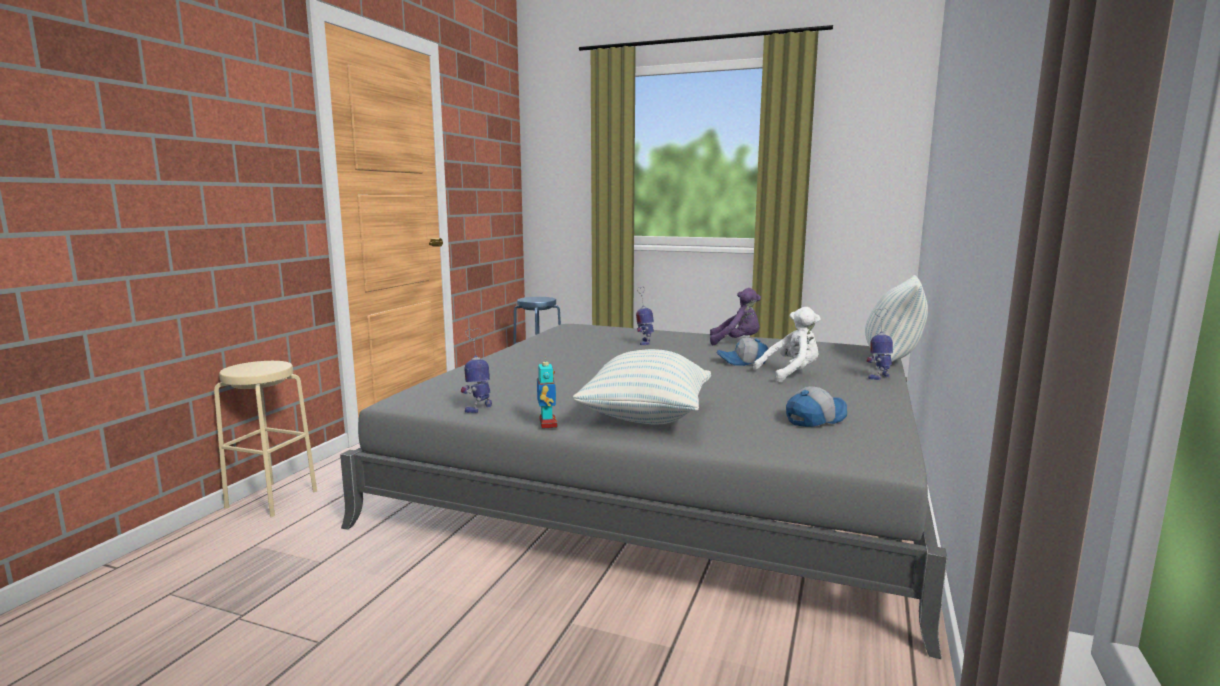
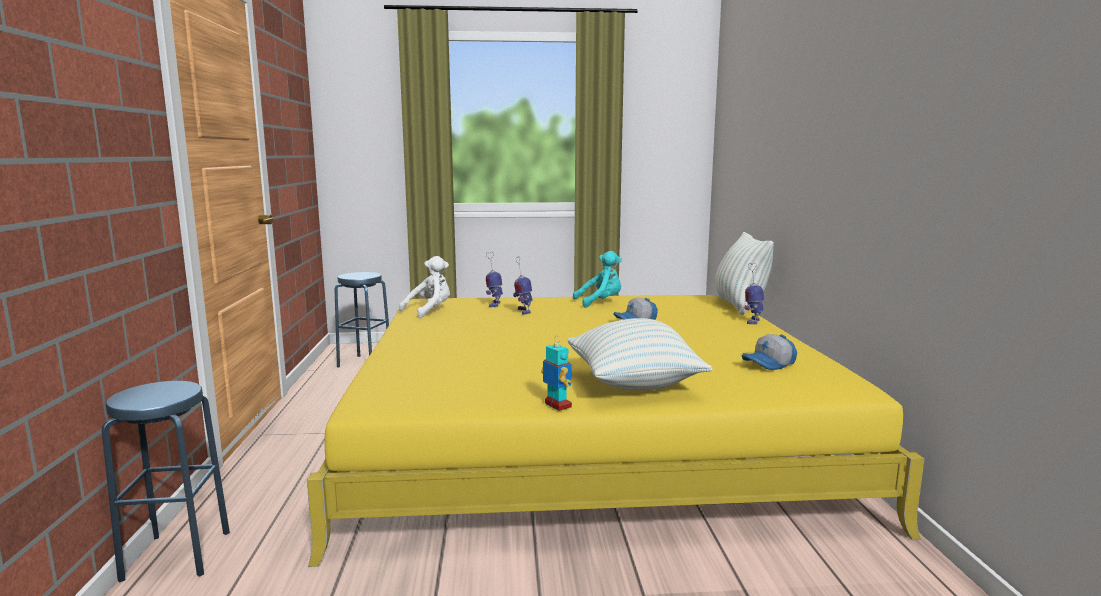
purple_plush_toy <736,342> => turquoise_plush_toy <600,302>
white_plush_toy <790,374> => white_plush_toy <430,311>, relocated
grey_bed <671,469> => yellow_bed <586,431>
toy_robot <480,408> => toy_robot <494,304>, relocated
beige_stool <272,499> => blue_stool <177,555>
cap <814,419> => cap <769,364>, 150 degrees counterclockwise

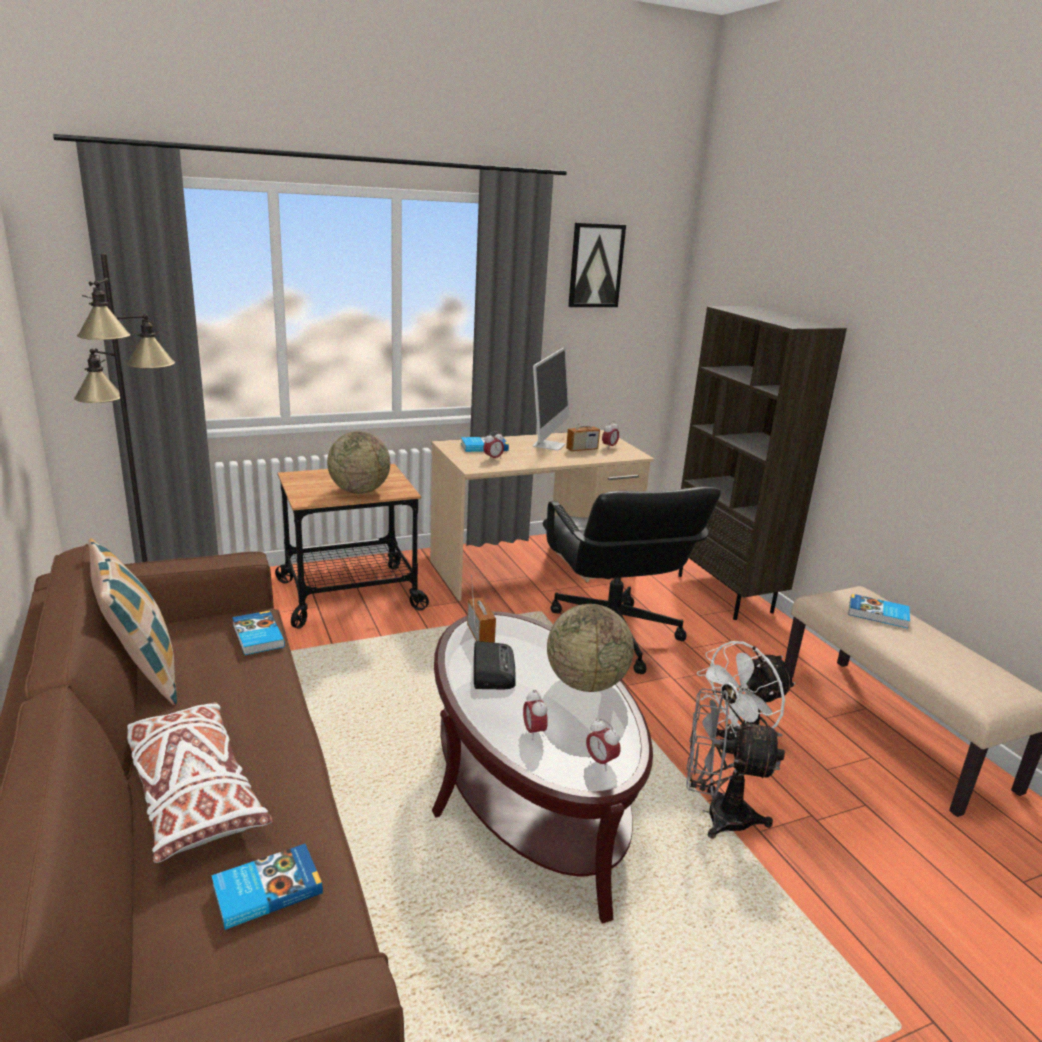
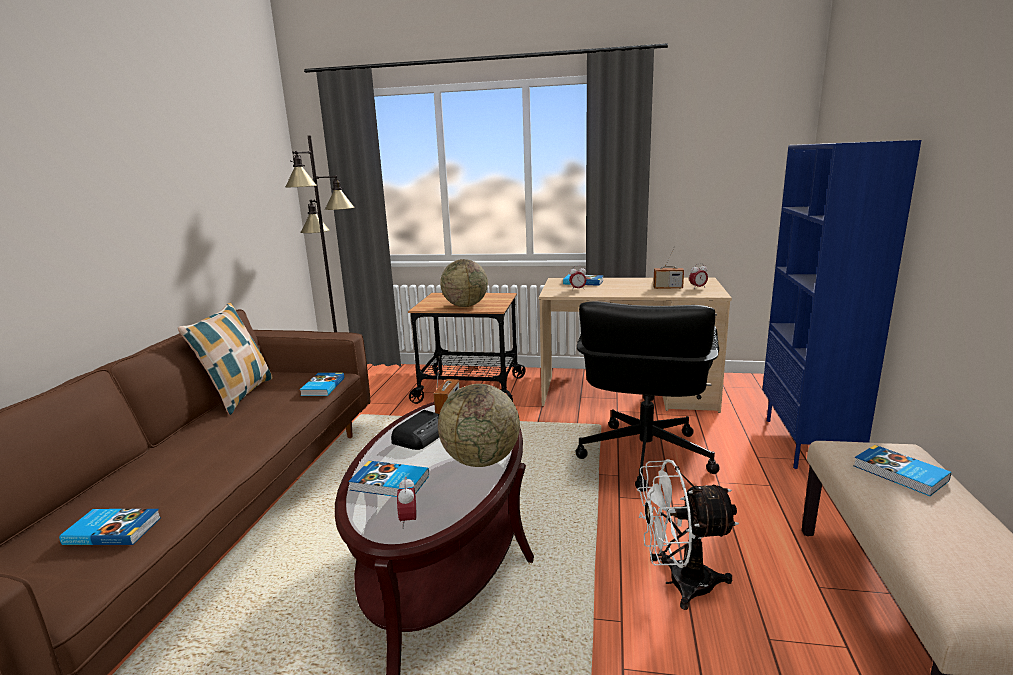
picture <595,265> => nothing
brown_bookcase <726,593> => blue_bookcase <807,444>
monitor <548,445> => nothing
grey_fan <716,815> => nothing
alarm_clock <534,732> => book <390,483>
white_pillow <193,792> => nothing

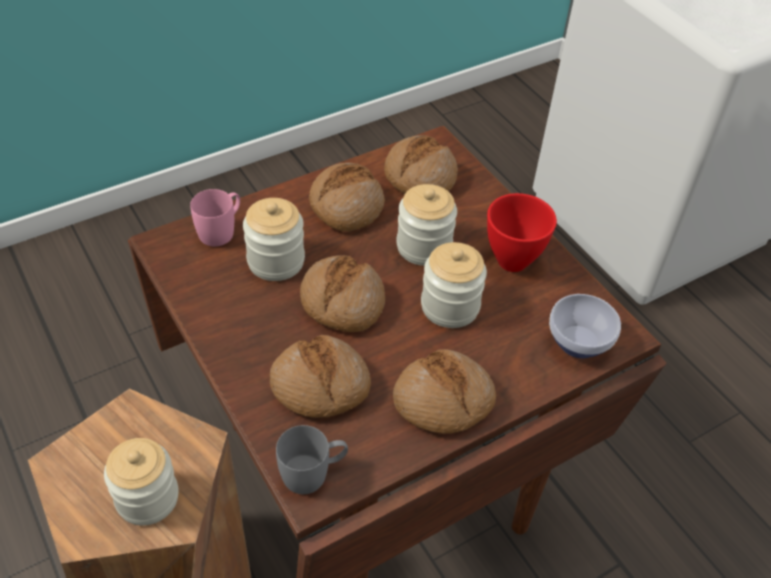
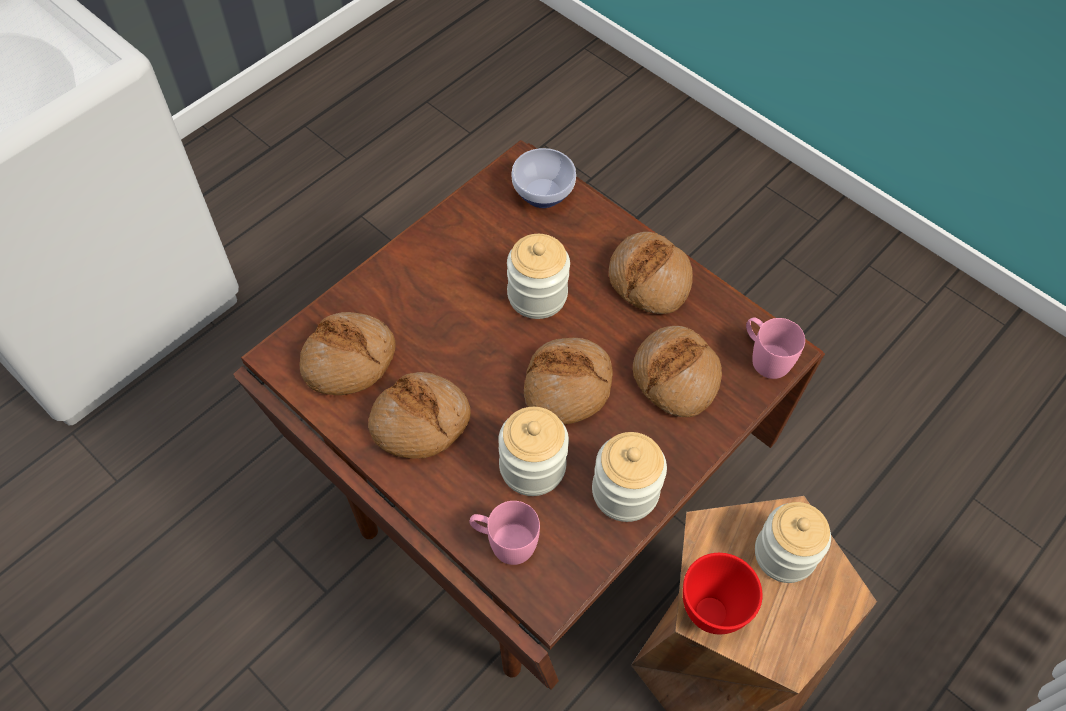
jar <424,246> => jar <625,492>, relocated
red_bowl <514,262> => red_bowl <711,611>, relocated
grey_mug <313,472> => pink_mug <764,356>

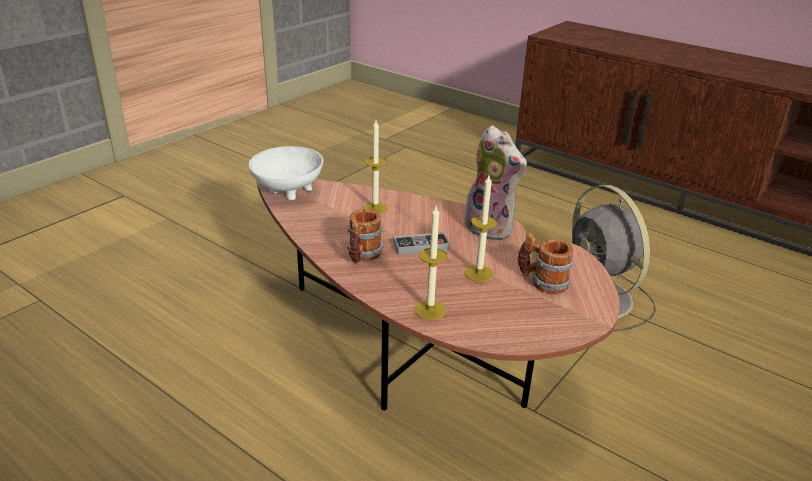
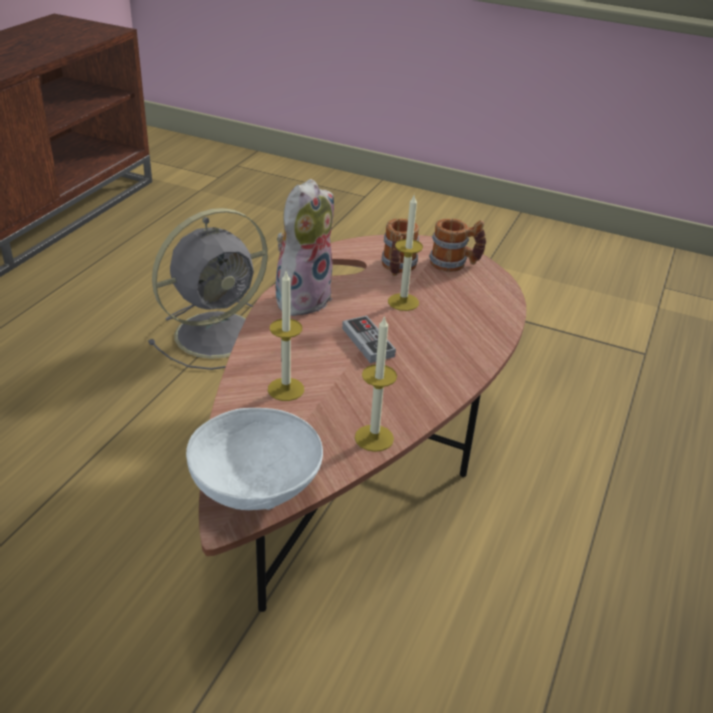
candle <430,310> => candle <374,438>, relocated
mug <362,256> => mug <455,264>, relocated

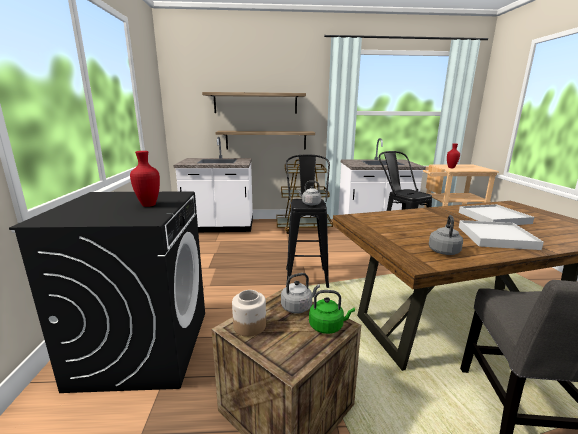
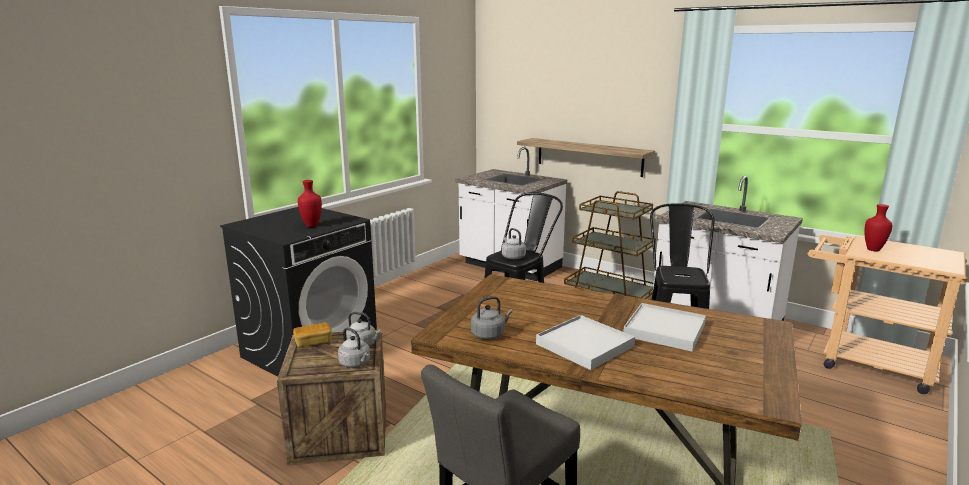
shelf <255,103> => nothing
jar <249,326> => bread <313,342>
green_kettle <328,326> => grey_kettle <356,364>

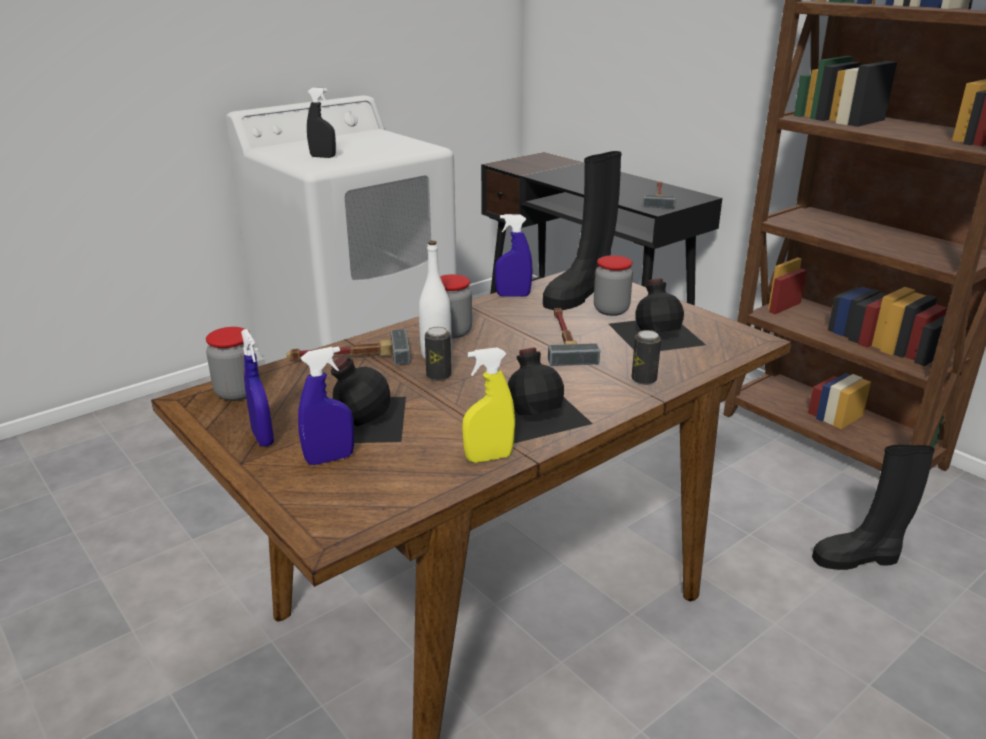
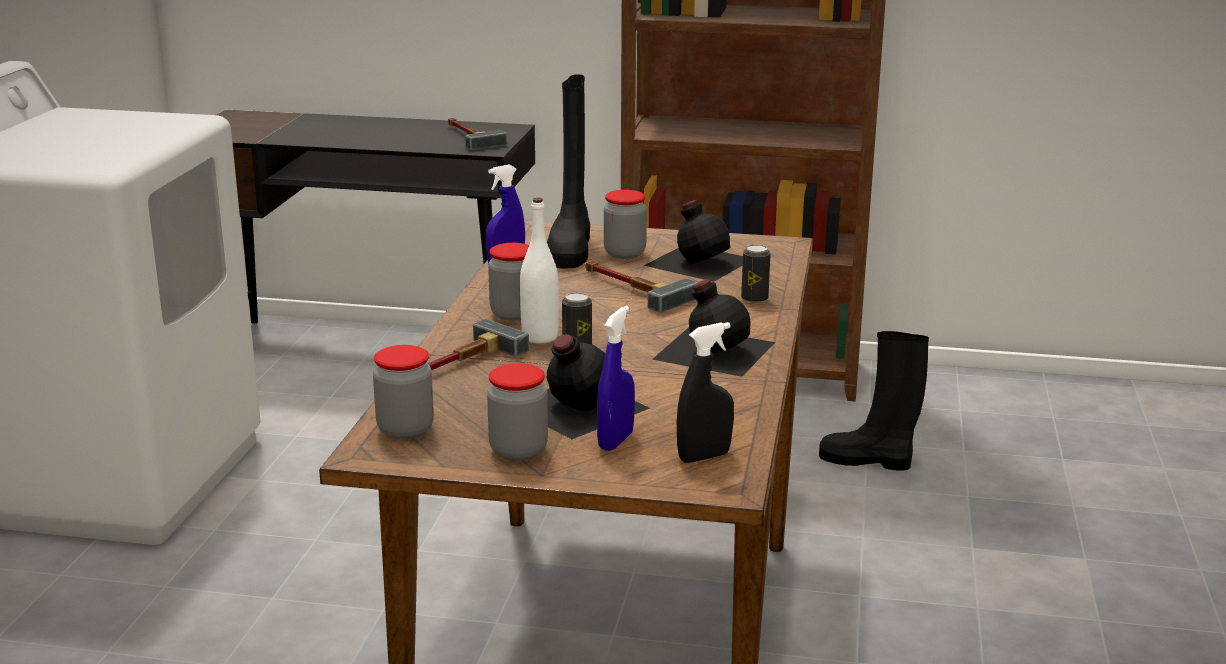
black_spray_bottle <323,157> => black_spray_bottle <704,457>, relocated
blue_spray_bottle <263,438> => jar <518,451>
yellow_spray_bottle <488,458> => nothing
black_boot <858,558> => black_boot <868,460>, 60 degrees clockwise

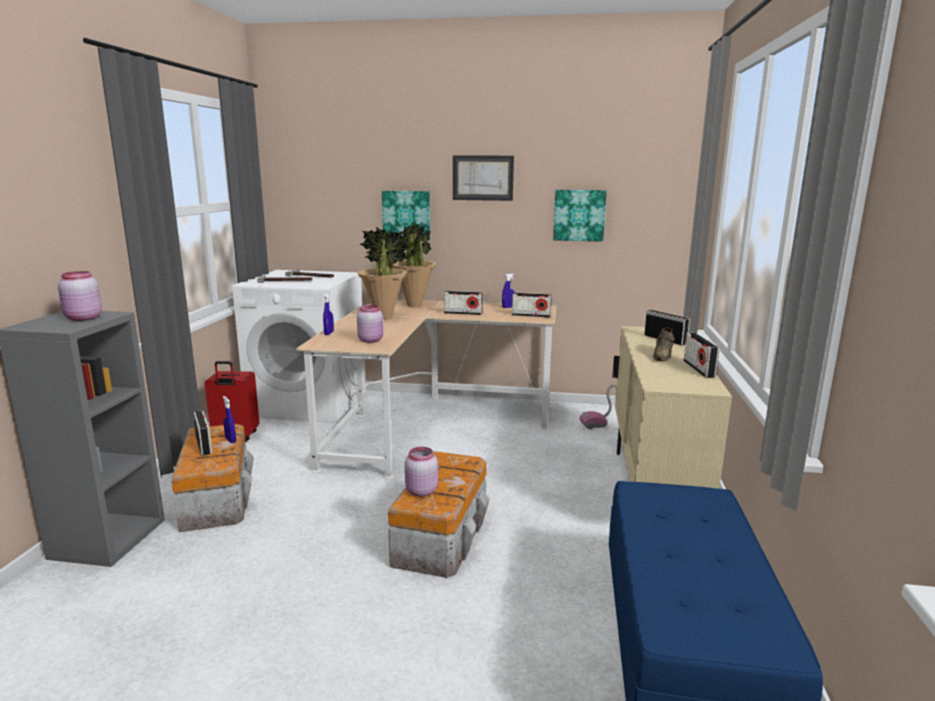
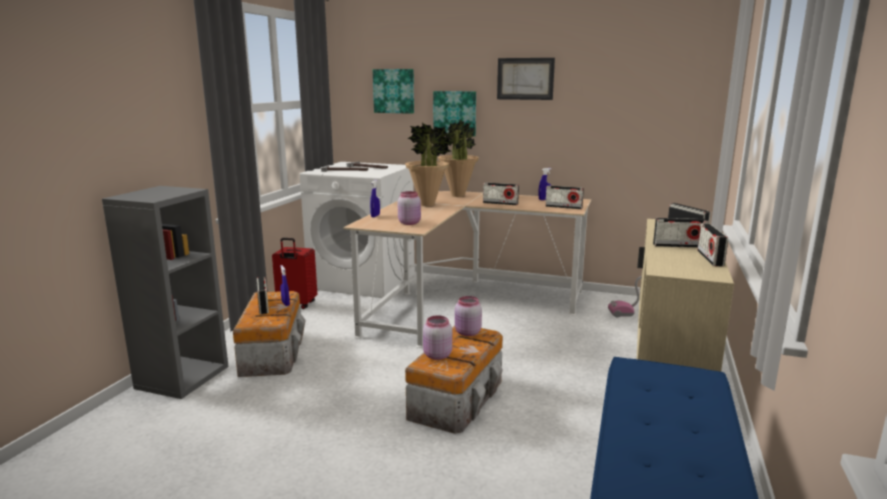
picture <579,215> => picture <394,91>, relocated
pink_jar <82,318> => pink_jar <467,333>, relocated
brown_shoe <663,356> => radio <678,246>

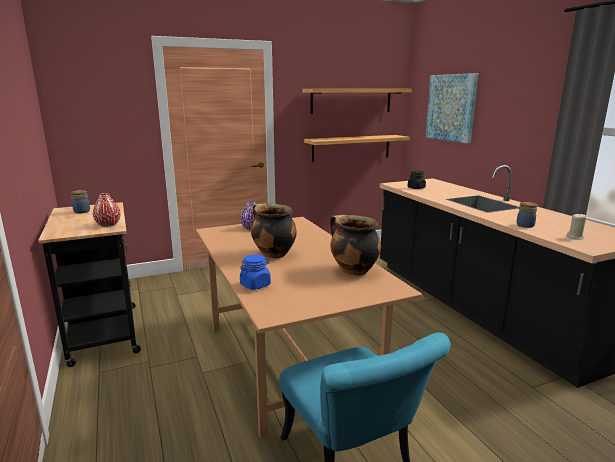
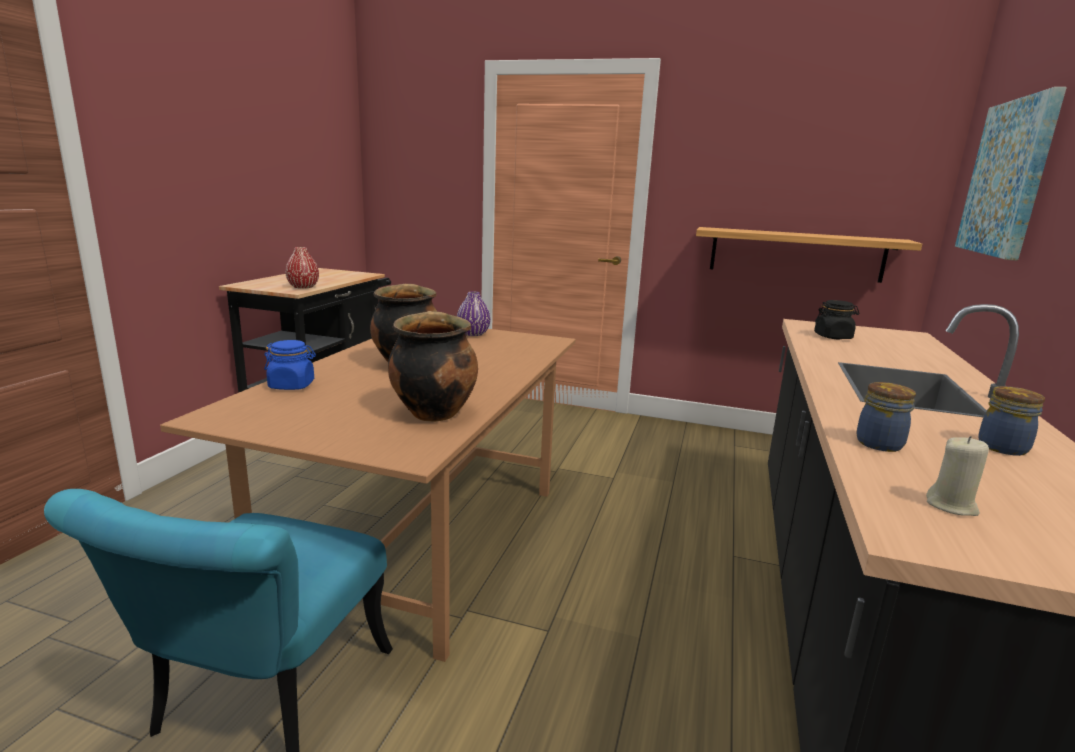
shelf <351,101> => nothing
jar <82,211> => jar <1002,447>, relocated

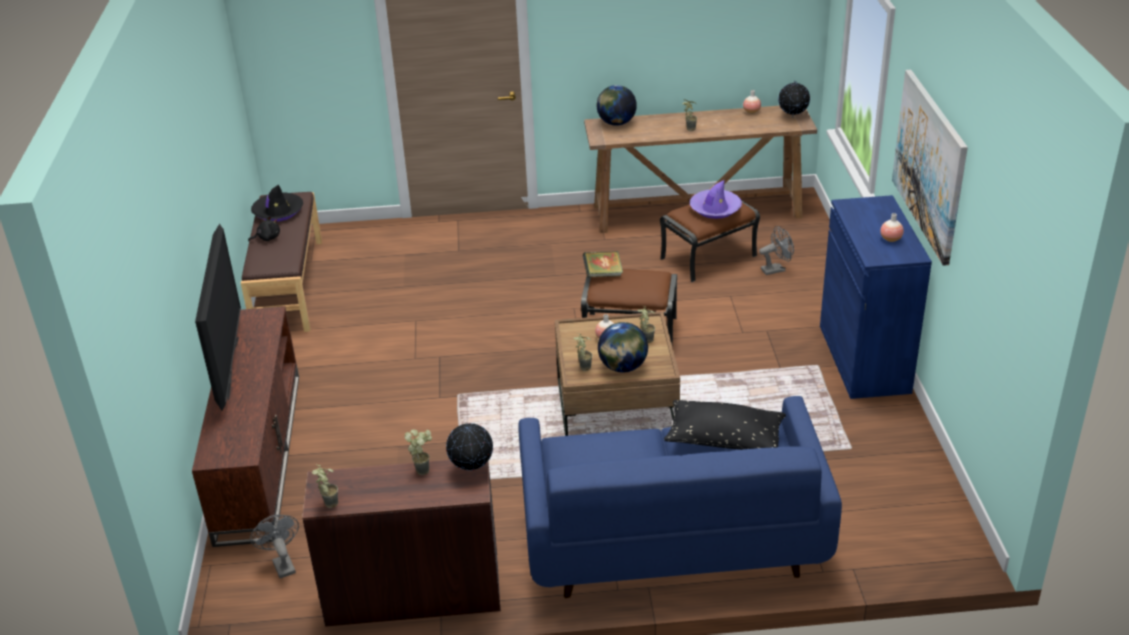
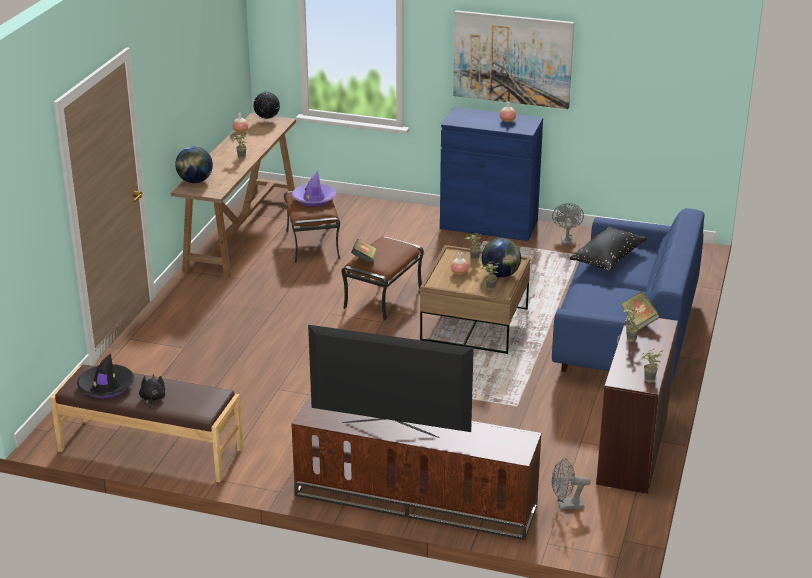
grey_fan <776,269> => grey_fan <566,239>, relocated
globe <472,469> => book <639,321>

